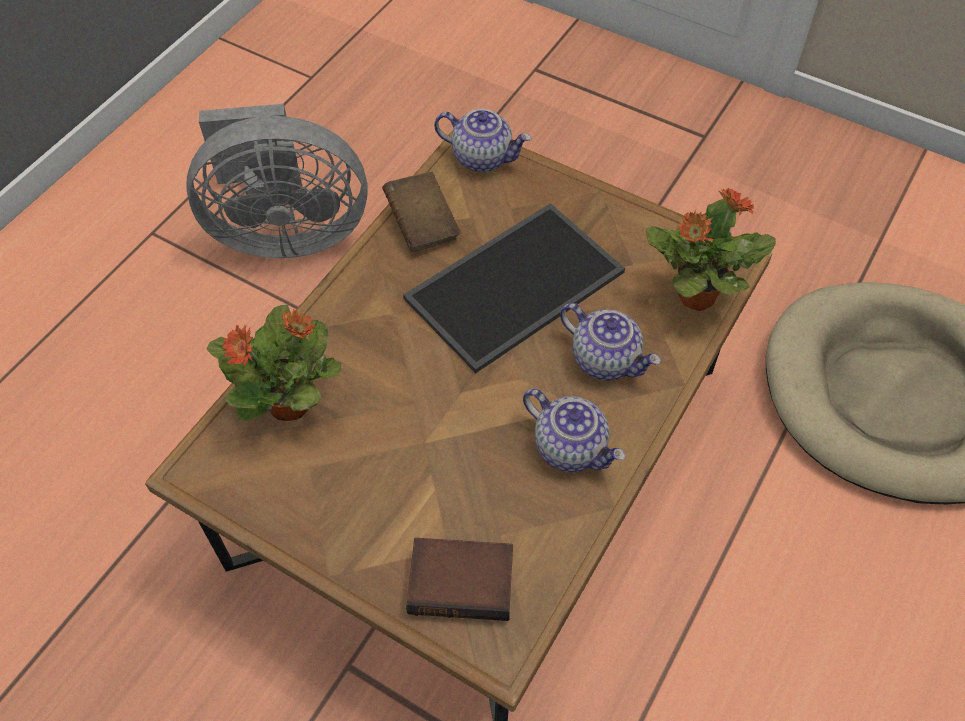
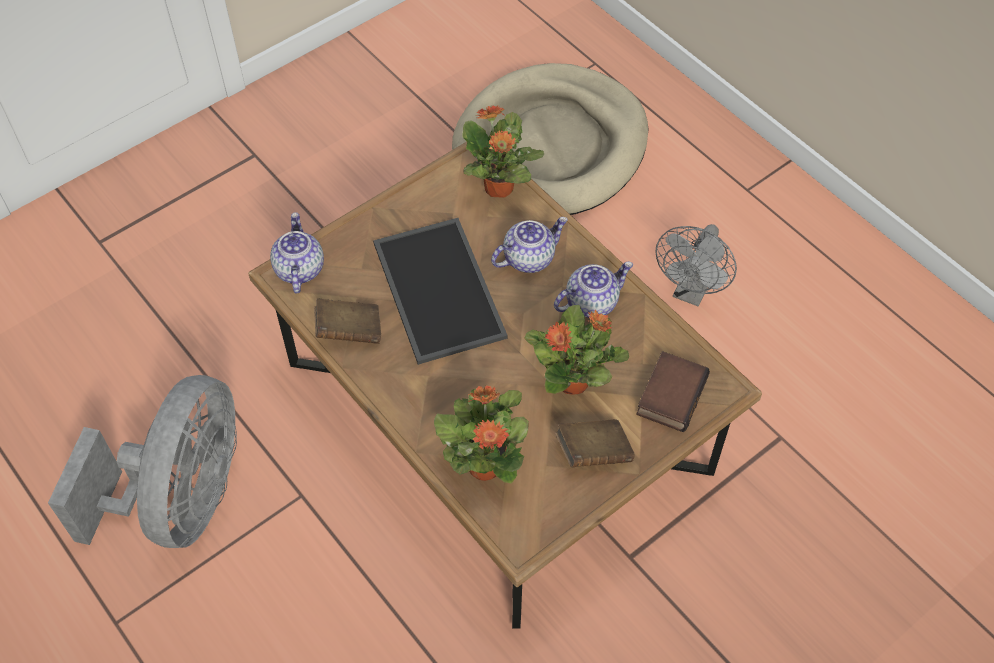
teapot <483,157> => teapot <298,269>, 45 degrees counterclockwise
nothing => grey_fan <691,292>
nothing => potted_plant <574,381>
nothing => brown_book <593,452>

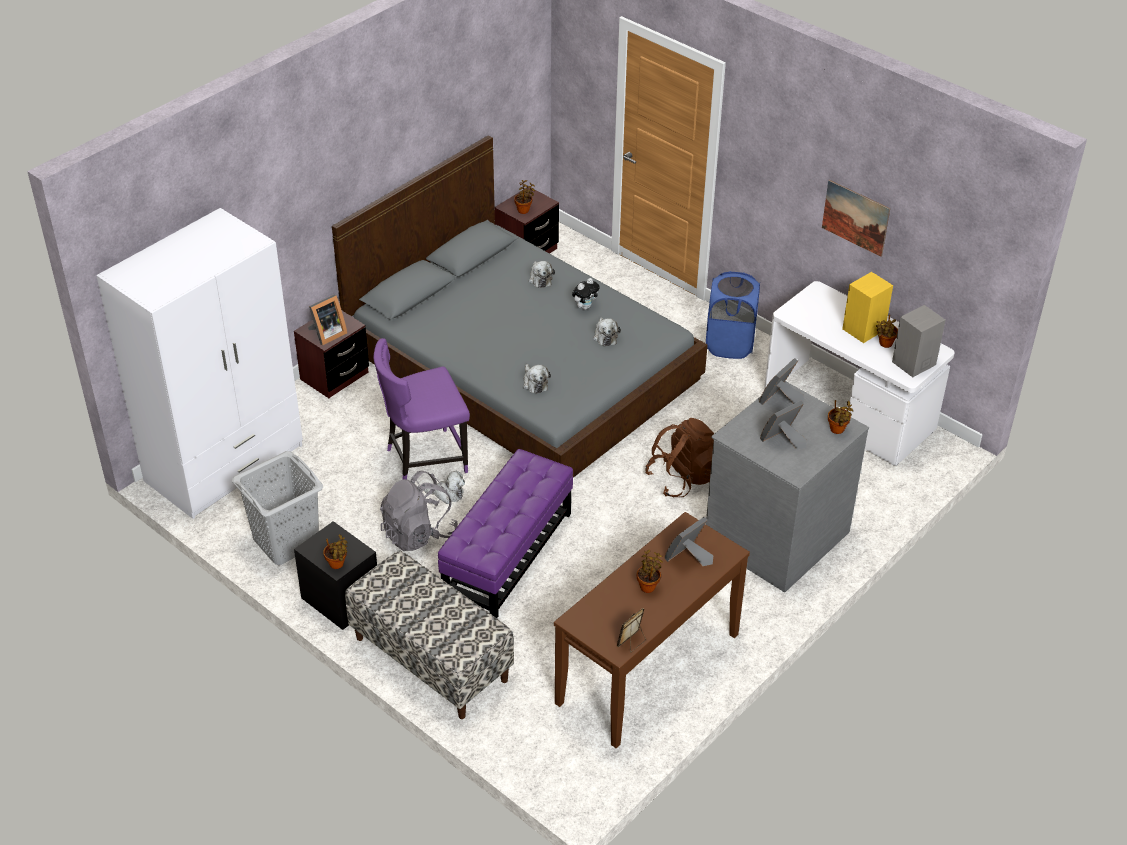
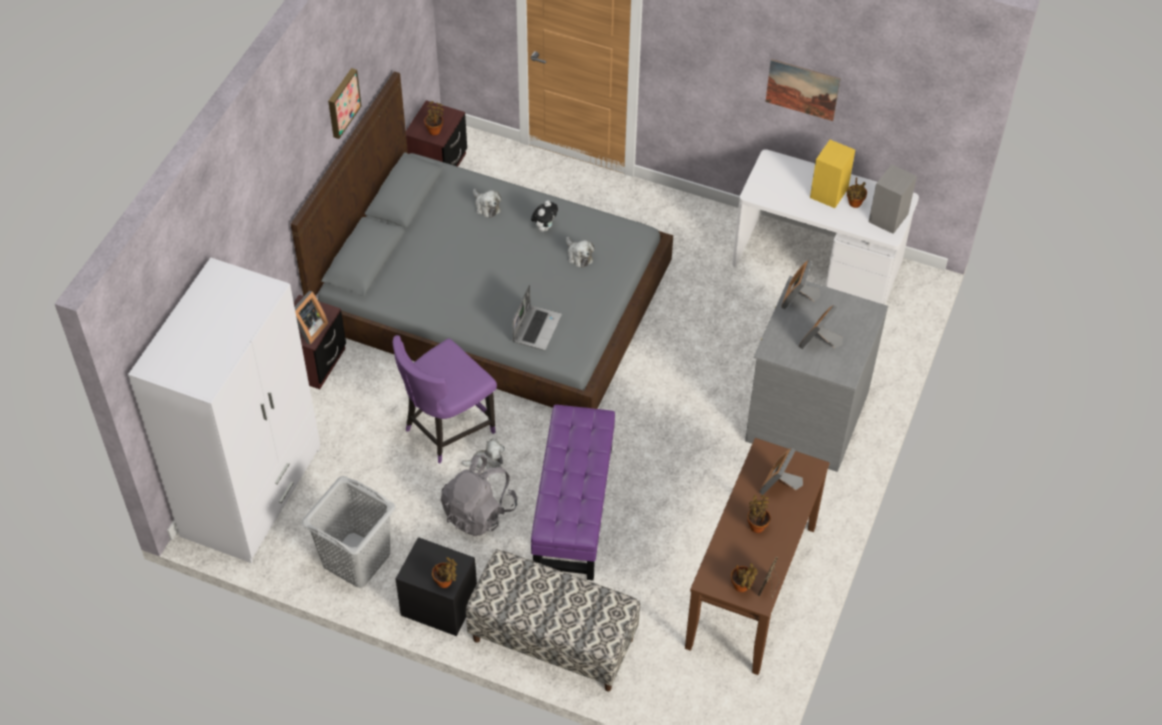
blue_laundry_basket <729,344> => nothing
plush_toy <534,383> => laptop <536,328>
potted_plant <837,430> => potted_plant <742,587>, relocated
brown_backpack <682,478> => nothing
nothing => picture <342,102>

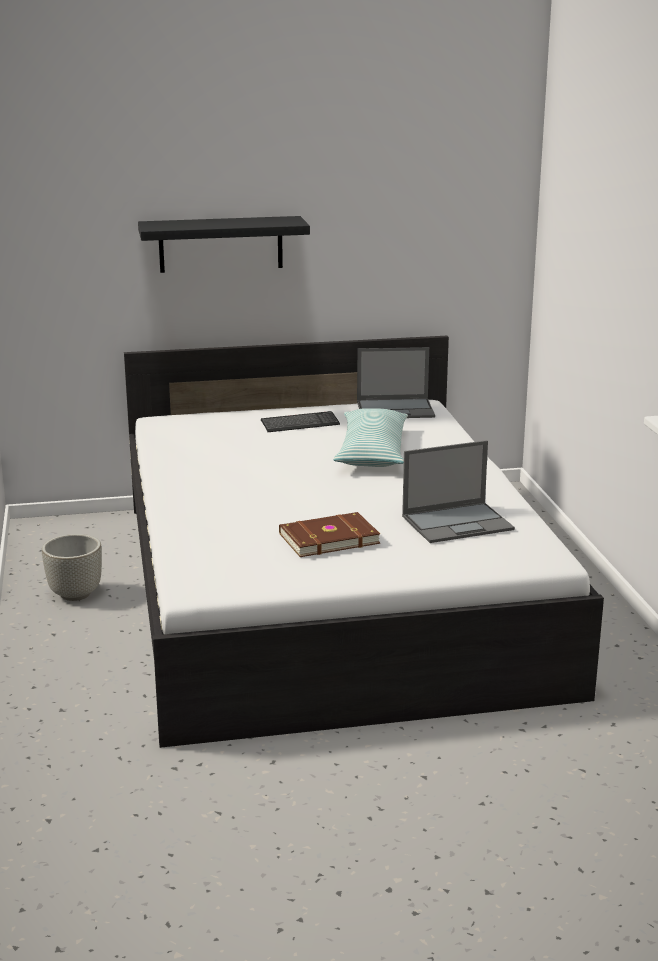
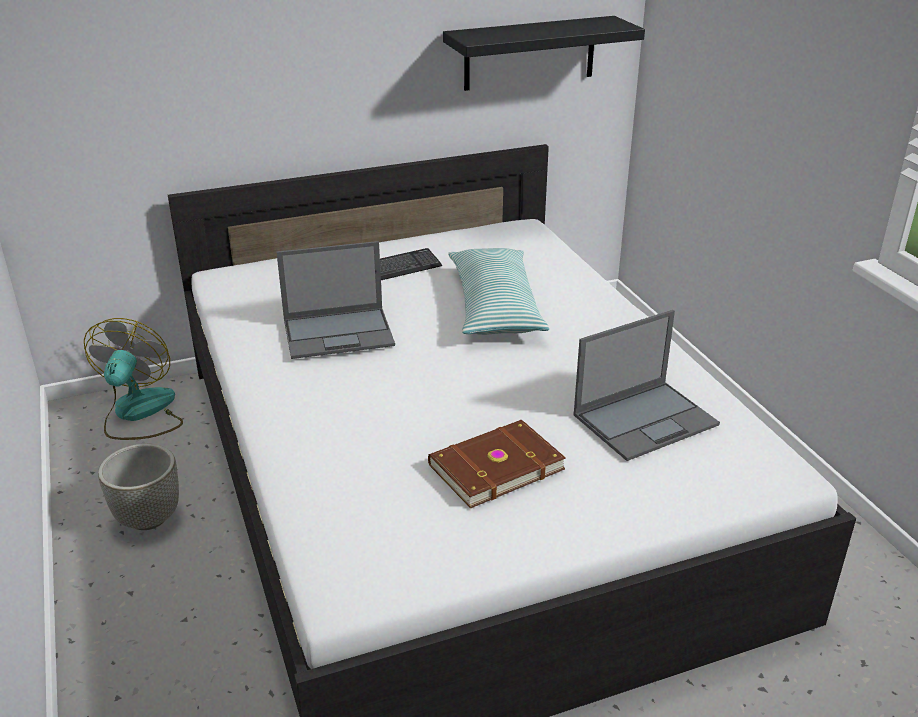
black_shelf <221,244> => black_shelf <530,53>, relocated
laptop <396,409> => laptop <339,333>, relocated
nothing => fan <139,413>

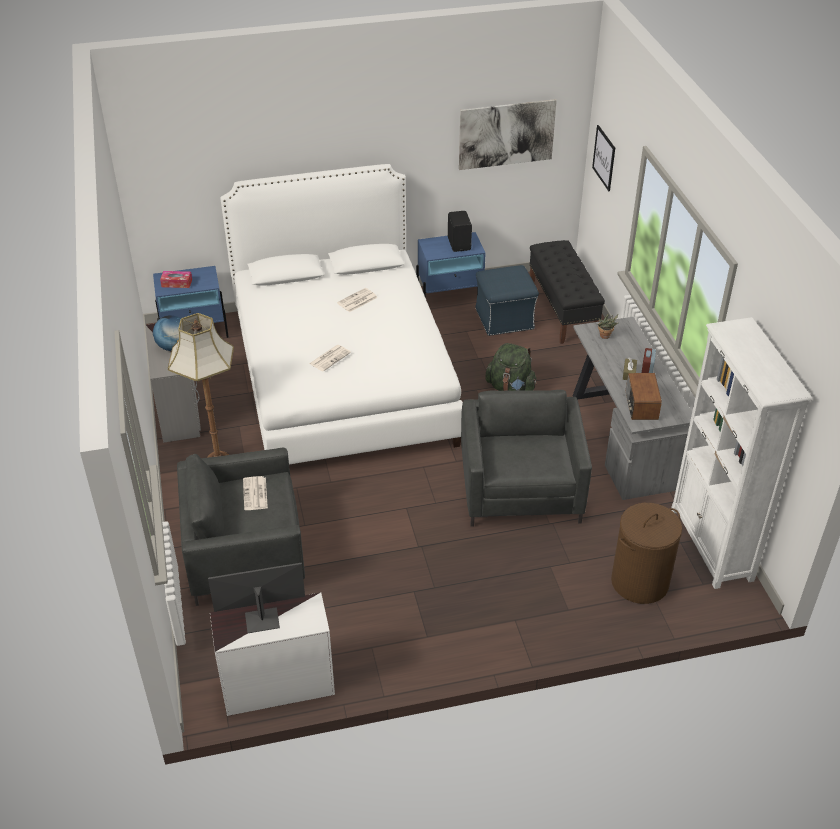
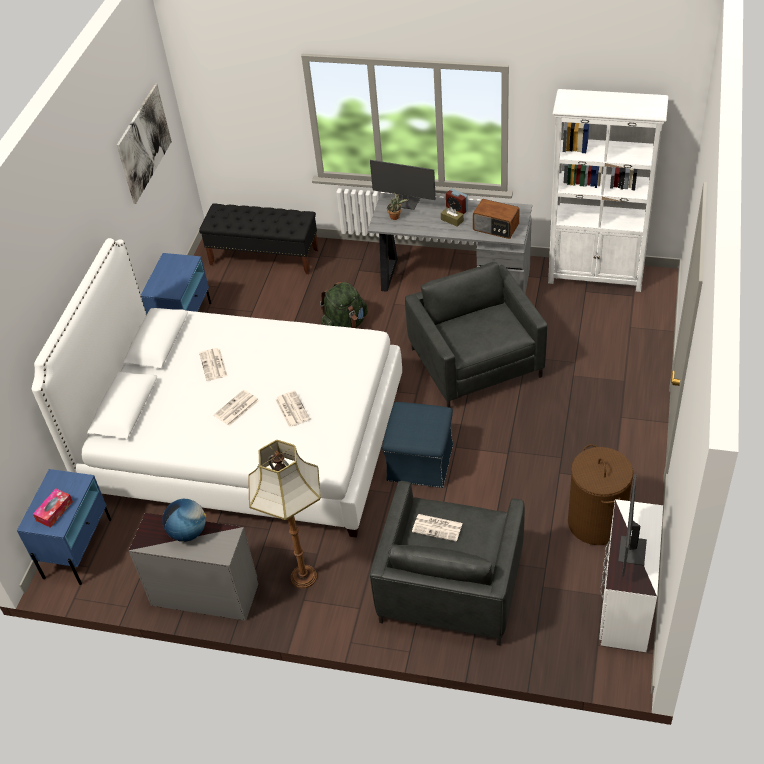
picture <604,157> => nothing
black_speaker <459,244> => nothing
blue_ottoman <505,318> => blue_ottoman <420,461>, relocated
grey_armchair <521,489> => grey_armchair <475,362>, 45 degrees clockwise
brown_laundry_basket <639,581> => brown_laundry_basket <596,522>, relocated
nothing => monitor <406,203>
nothing => newspaper <236,408>

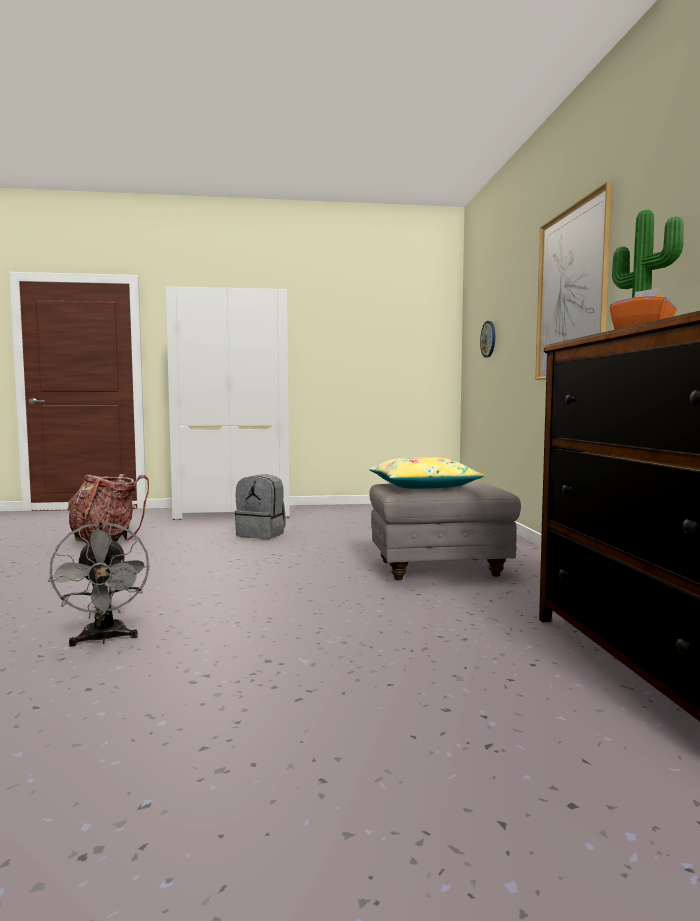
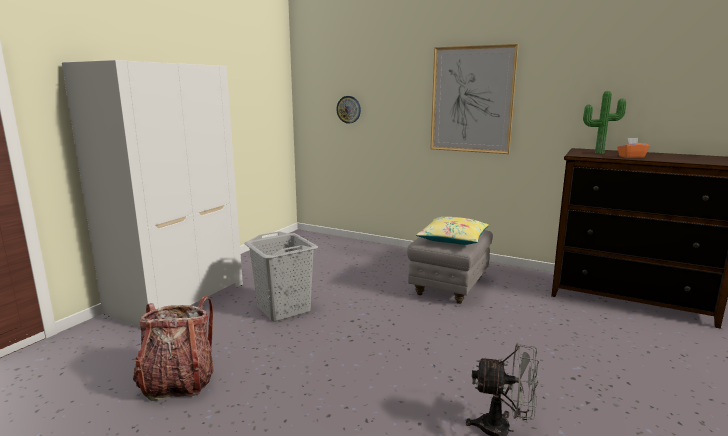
grey_backpack <262,534> => grey_laundry_basket <284,309>

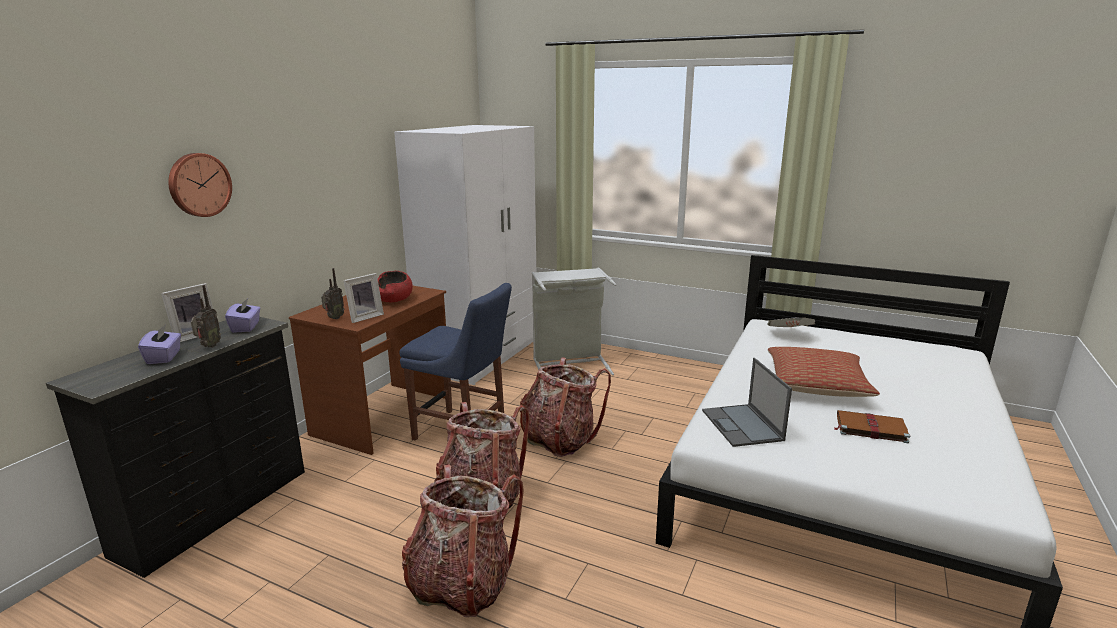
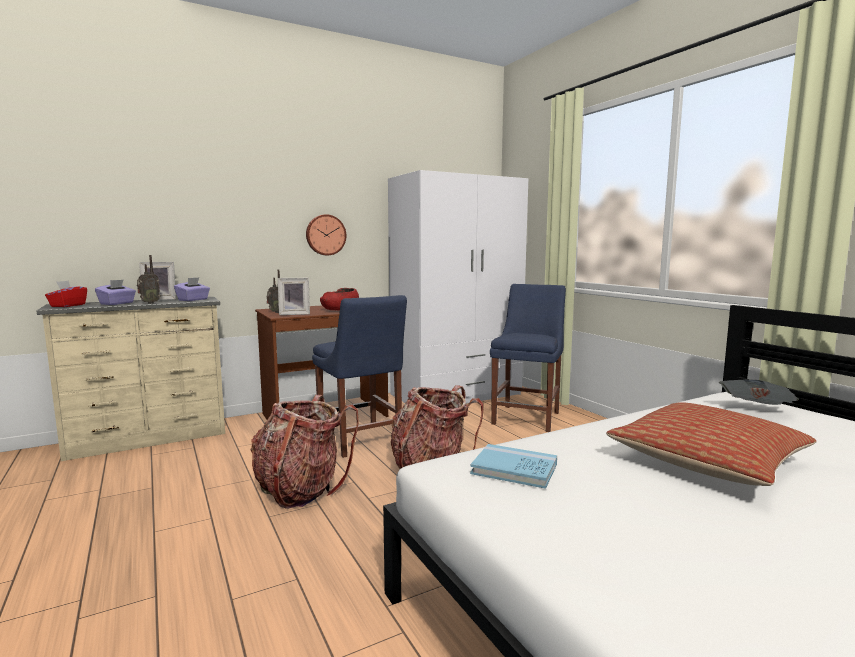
wall_clock <199,185> => wall_clock <325,235>, relocated
grey_laundry_basket <570,364> => blue_chair <527,417>
black_dresser <217,511> => beige_dresser <149,439>
laptop <742,426> => blue_book <514,469>
brown_book <869,428> => nothing
backpack <462,584> => nothing
nothing => red_tissue_box <68,305>

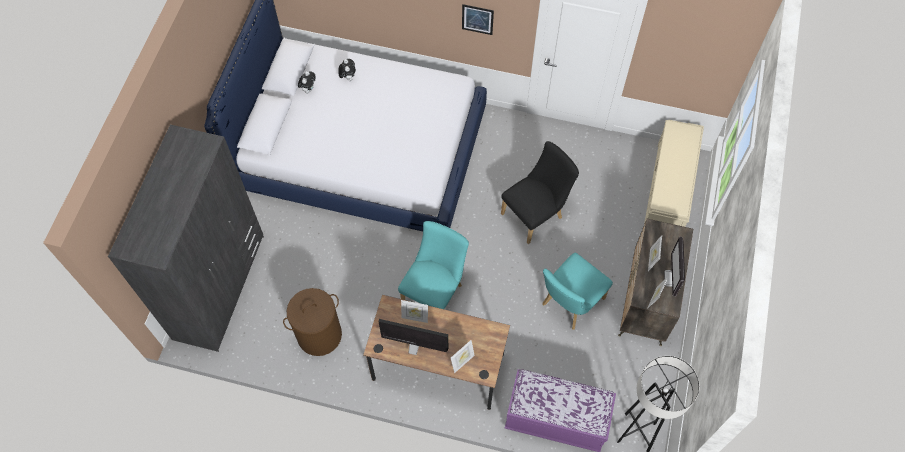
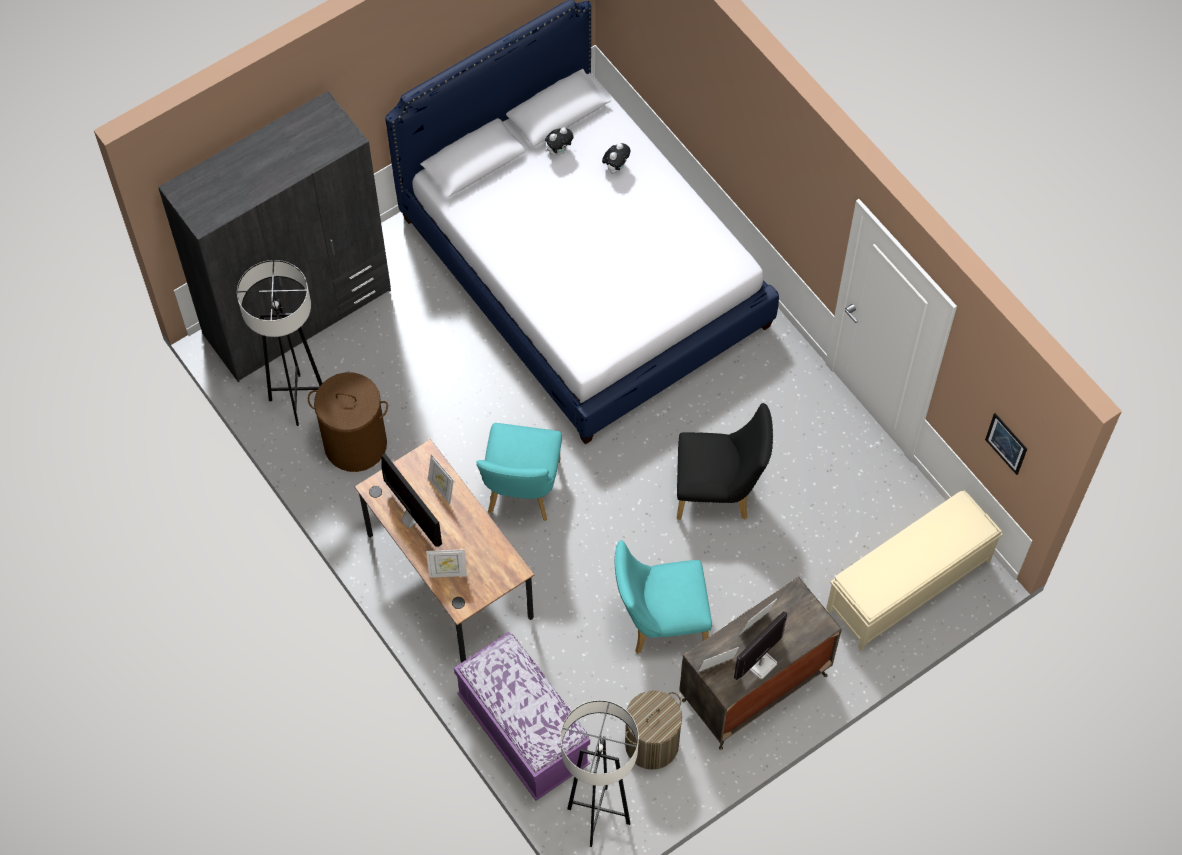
picture <477,19> => picture <1006,443>, relocated
turquoise_chair <435,291> => turquoise_chair <521,492>, 120 degrees clockwise
nothing => grey_floor_lamp <298,399>
nothing => laundry_basket <652,744>

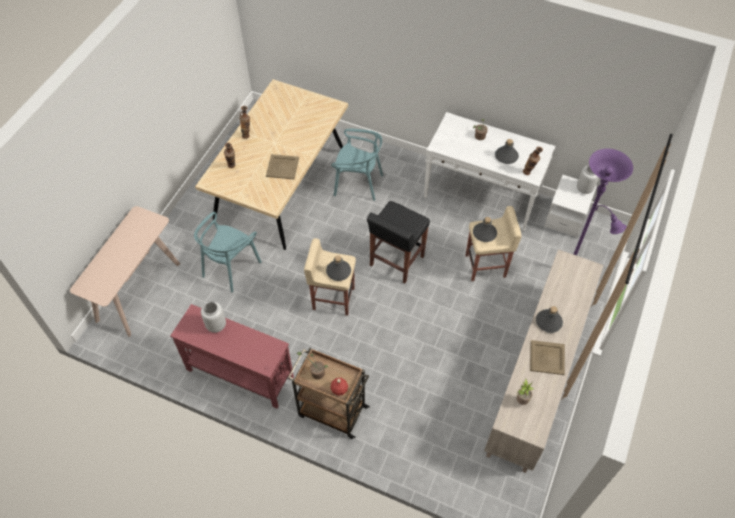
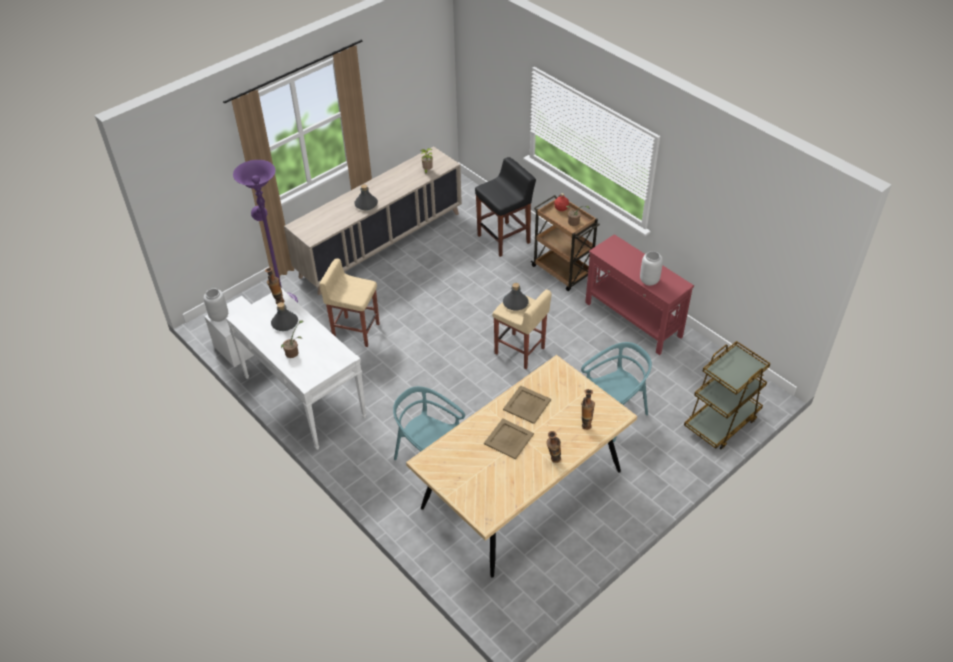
black_stool <396,261> => black_stool <504,239>, relocated
beige_console_table <138,291> => brown_cart <721,422>
grey_bottle <484,233> => nothing
beige_tray <547,358> => beige_tray <509,439>, relocated

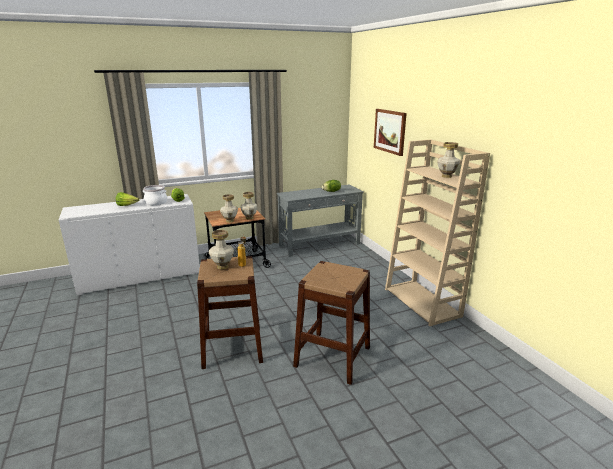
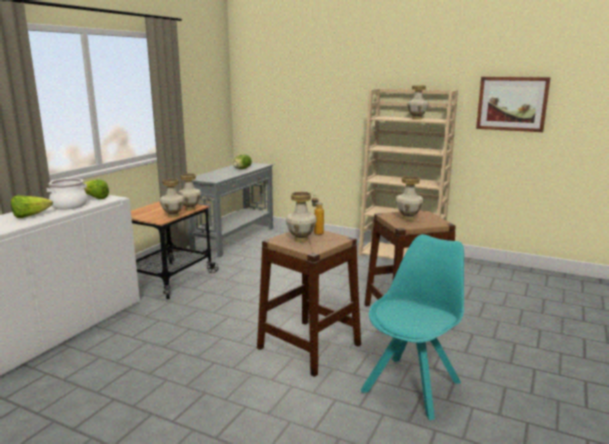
picture <390,131> => picture <512,104>, relocated
nothing => vase <408,218>
nothing => turquoise_chair <413,385>

